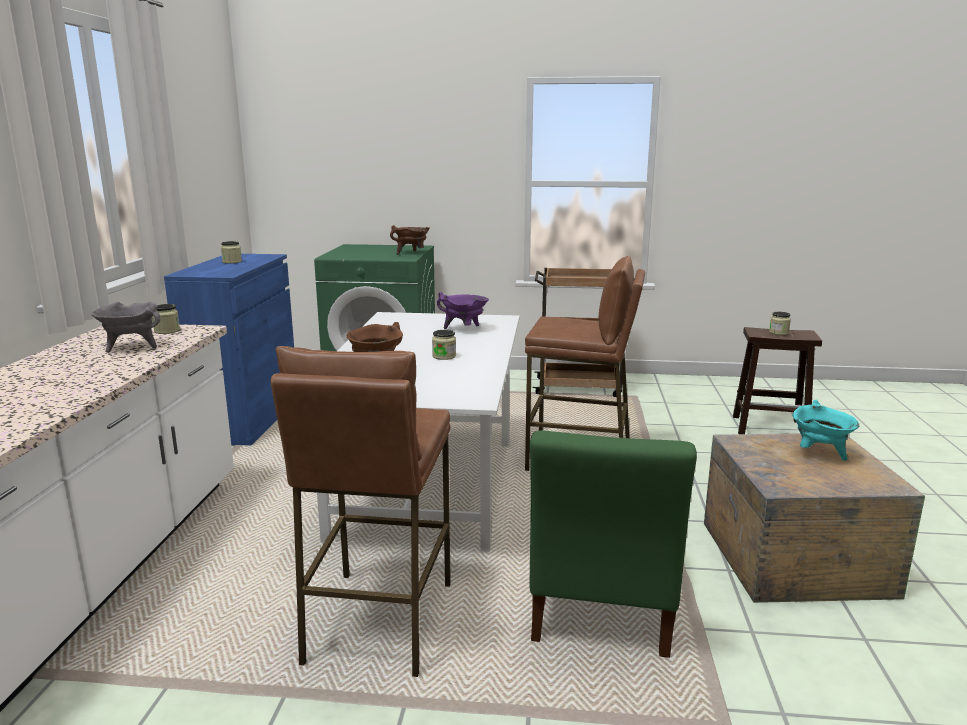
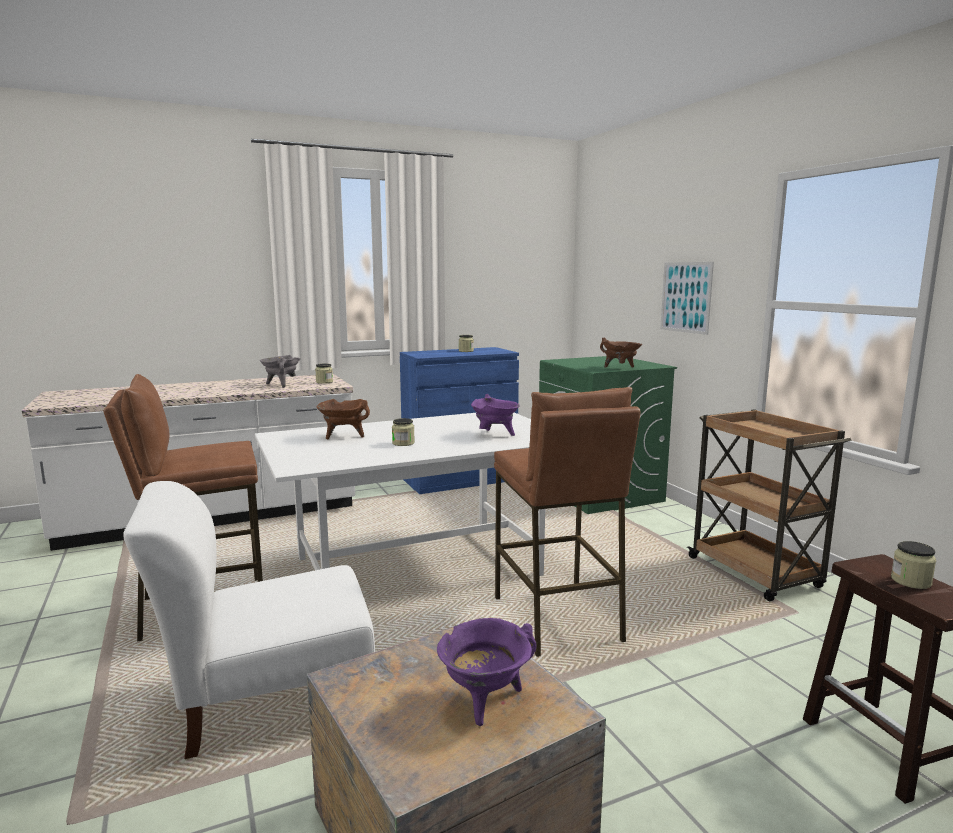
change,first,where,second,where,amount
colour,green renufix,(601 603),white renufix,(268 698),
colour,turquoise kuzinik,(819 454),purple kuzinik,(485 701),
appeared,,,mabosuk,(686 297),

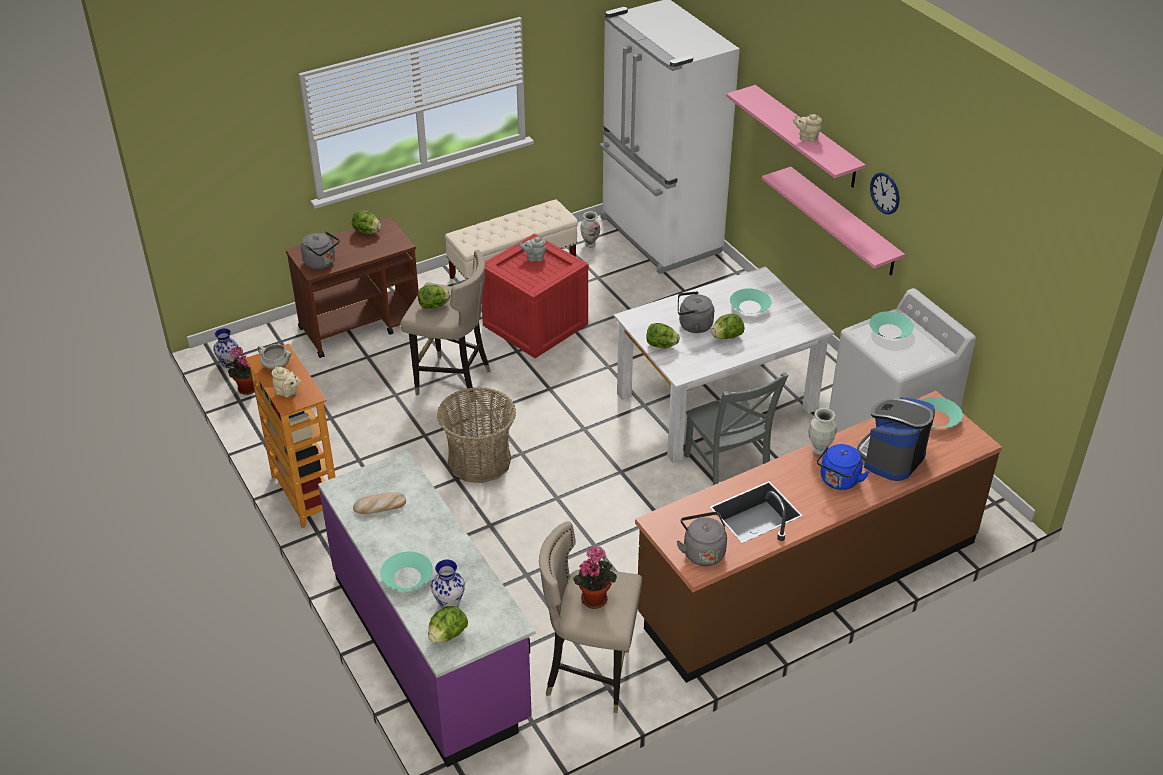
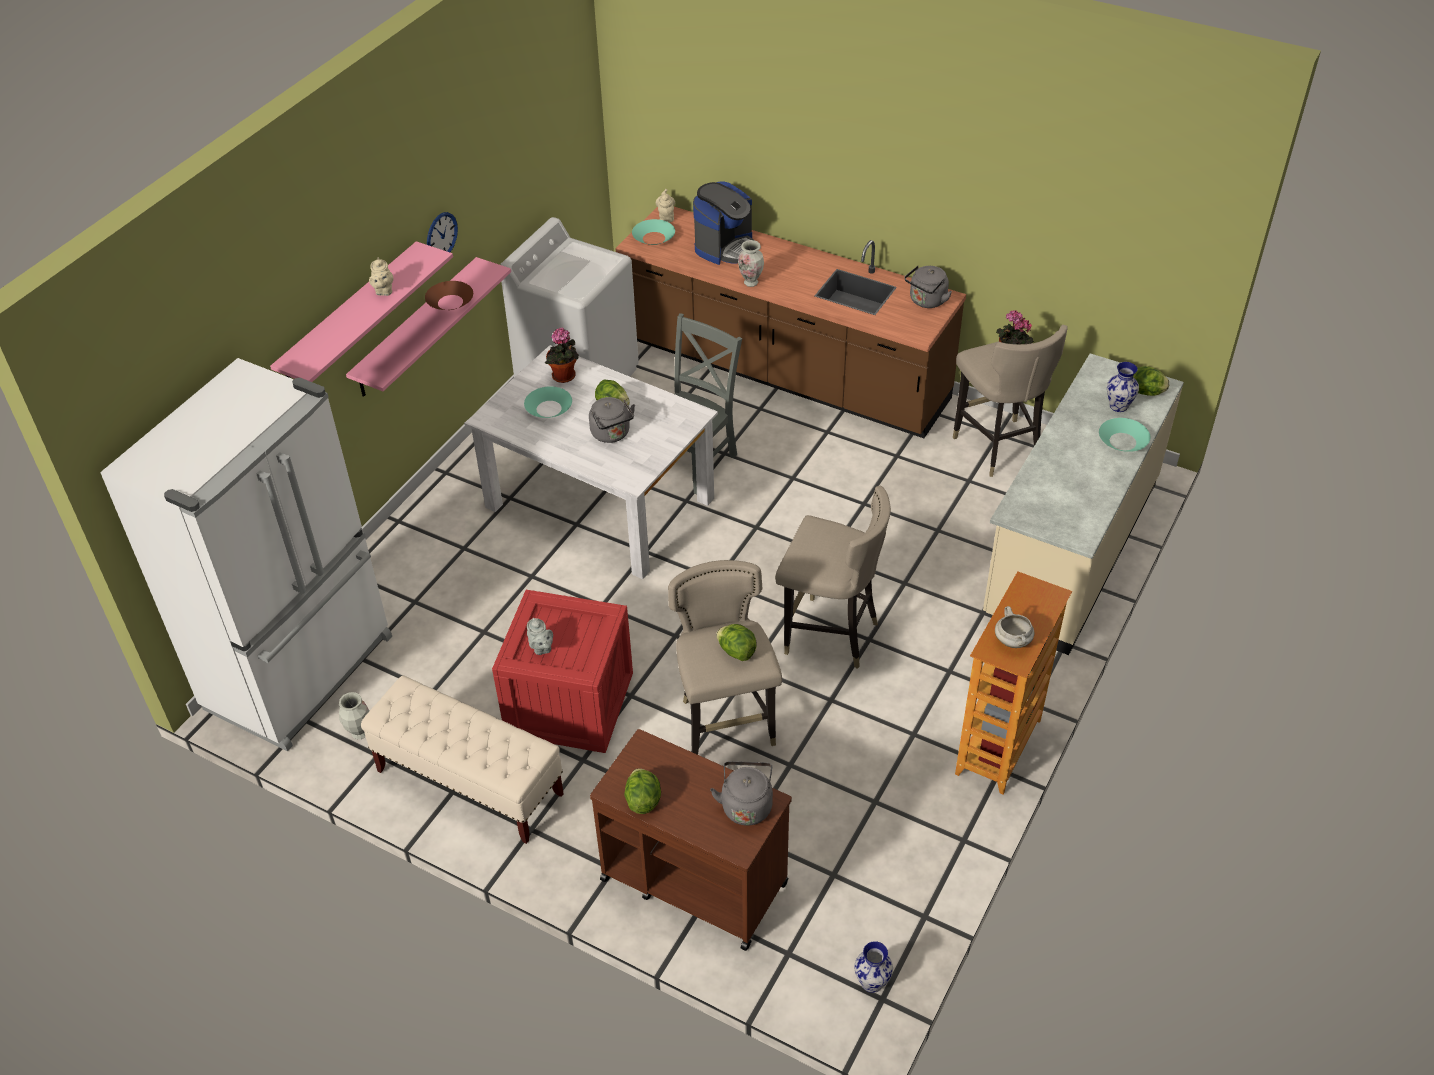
change,first,where,second,where,amount
appeared,,,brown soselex,(450 302),
relocated,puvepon,(246 388),,(564 377),
relocated,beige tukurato,(287 392),,(666 217),
spun,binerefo,(891 457),,(725 247),60 degrees counterclockwise
exchanged,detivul,(479 461),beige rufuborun,(829 635),
colour,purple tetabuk,(431 648),beige tetabuk,(1069 549),
missing,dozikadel,(379 505),,,
missing,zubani,(661 345),,,
missing,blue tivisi,(838 481),,,
missing,turquoise soselex,(890 331),,,

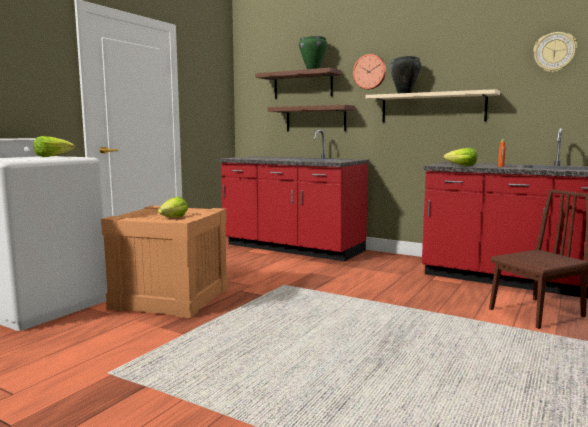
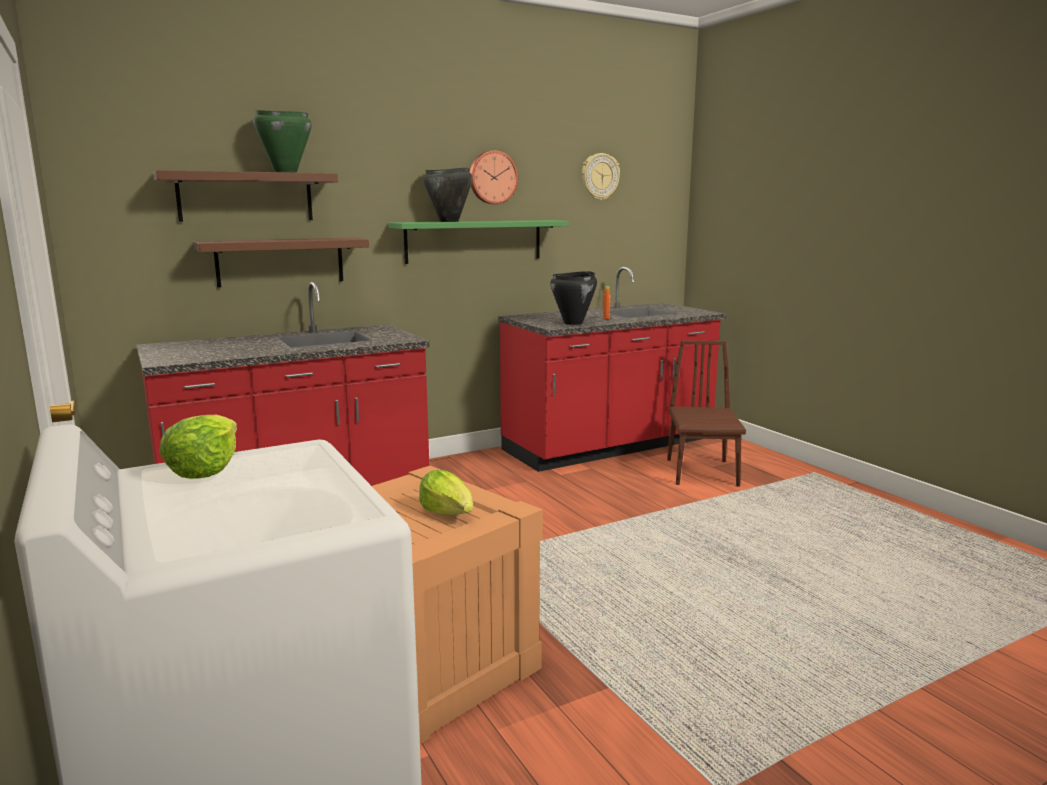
change,first,where,second,where,amount
colour,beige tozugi,(432 107),green tozugi,(474 241),
relocated,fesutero,(370 72),,(492 177),
exchanged,zubani,(461 165),black kuzinik,(573 323),

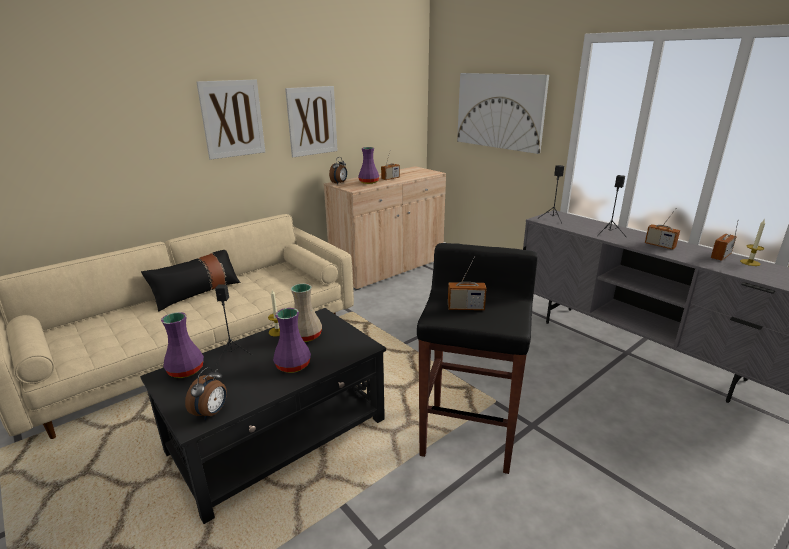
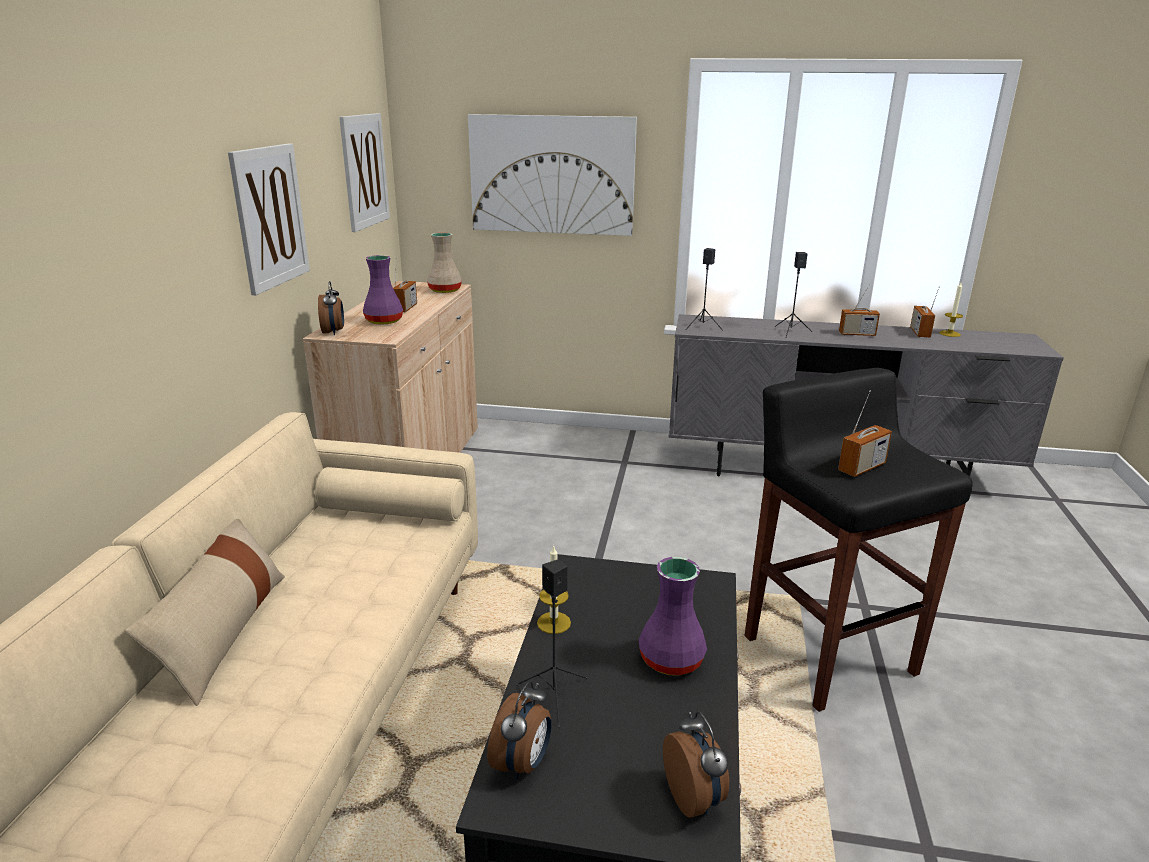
change,first,where,second,where,amount
colour,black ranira,(197 293),beige ranira,(224 632),
relocated,mabosuk,(232 119),,(364 171),
relocated,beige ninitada,(306 335),,(444 290),
exchanged,purple ninitada,(186 370),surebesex,(523 763),

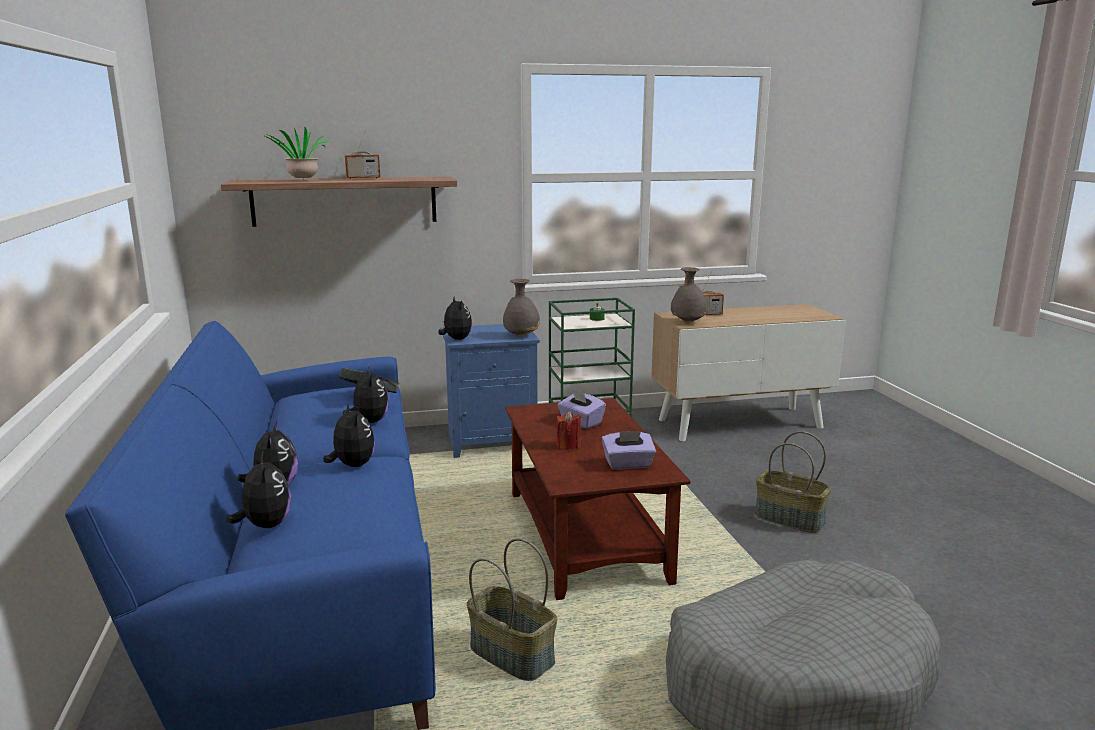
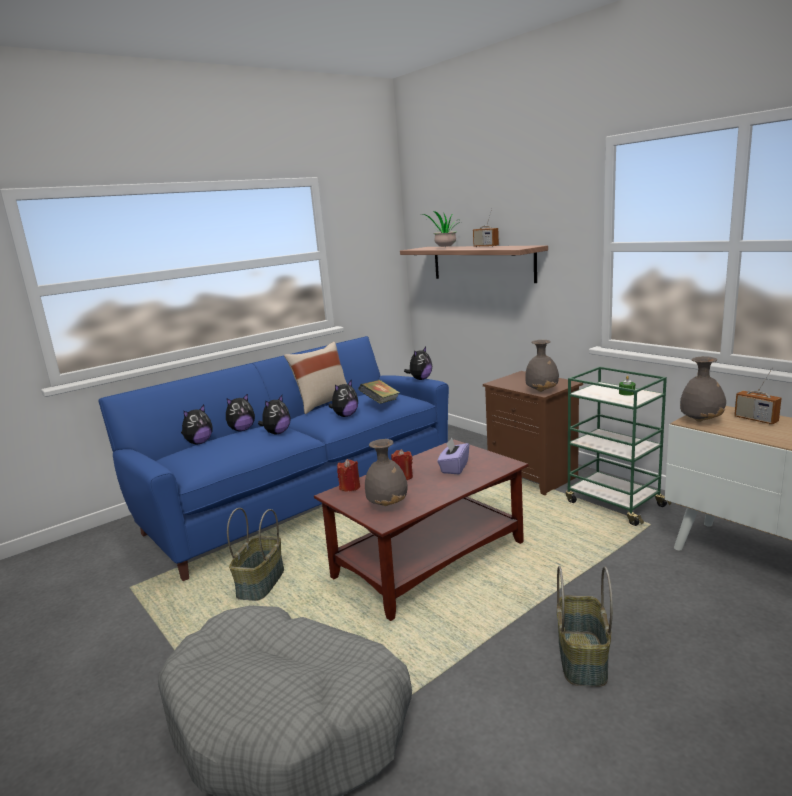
change,first,where,second,where,amount
appeared,,,beige ranira,(322 403),
appeared,,,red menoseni,(350 487),
exchanged,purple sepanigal,(628 464),grey ninitada,(388 504),
relocated,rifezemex,(456 339),,(420 379),
colour,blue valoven,(492 442),brown valoven,(535 476),

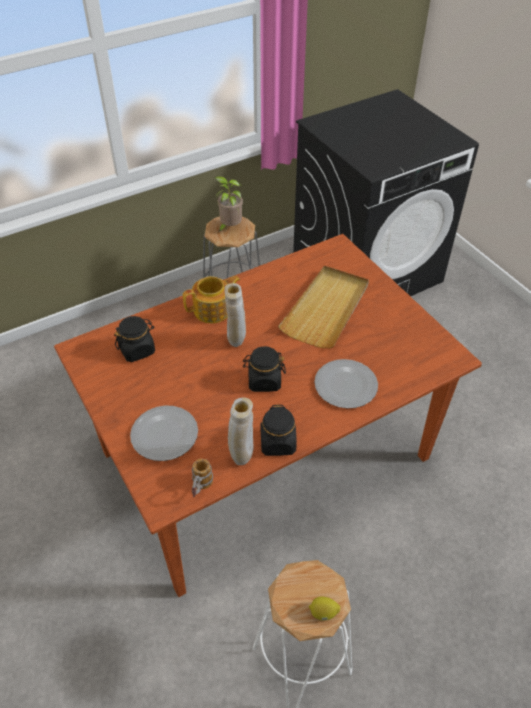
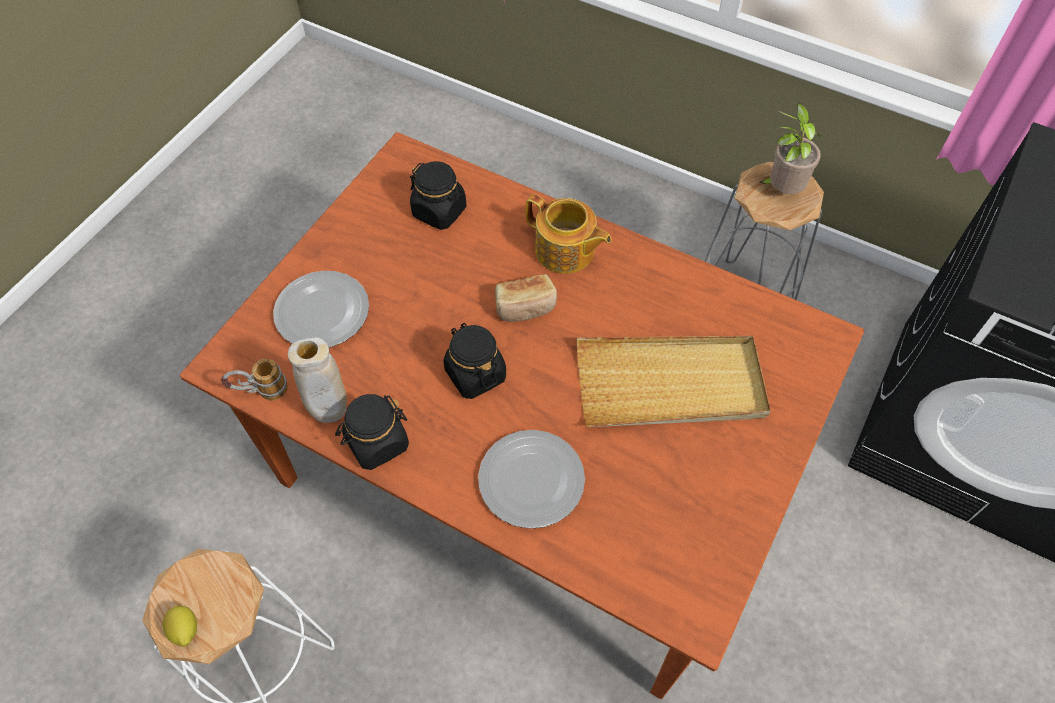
change,first,where,second,where,amount
exchanged,beige ninitada,(236 342),dozikadel,(525 307),

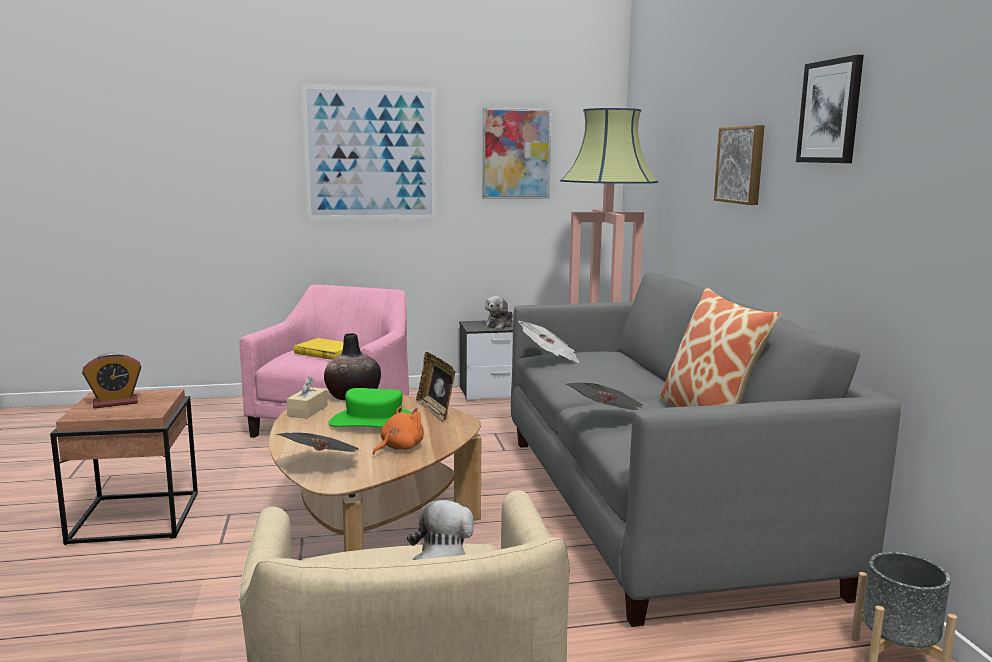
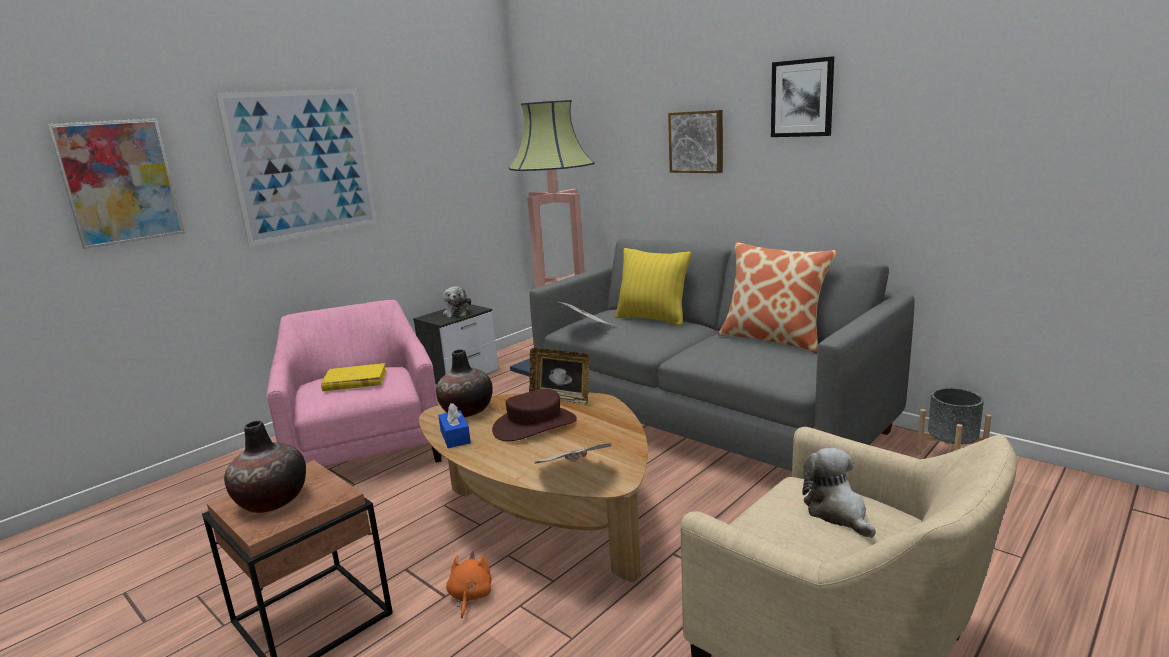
change,first,where,second,where,amount
relocated,mabosuk,(516 154),,(119 182),
exchanged,surebesex,(115 403),ninitada,(272 501),
colour,beige sepanigal,(308 411),blue sepanigal,(455 437),
relocated,orange rifezemex,(399 448),,(470 596),
colour,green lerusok,(374 423),brown lerusok,(535 425),
appeared,,,yellow ranira,(652 319),
missing,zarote,(606 418),,,

